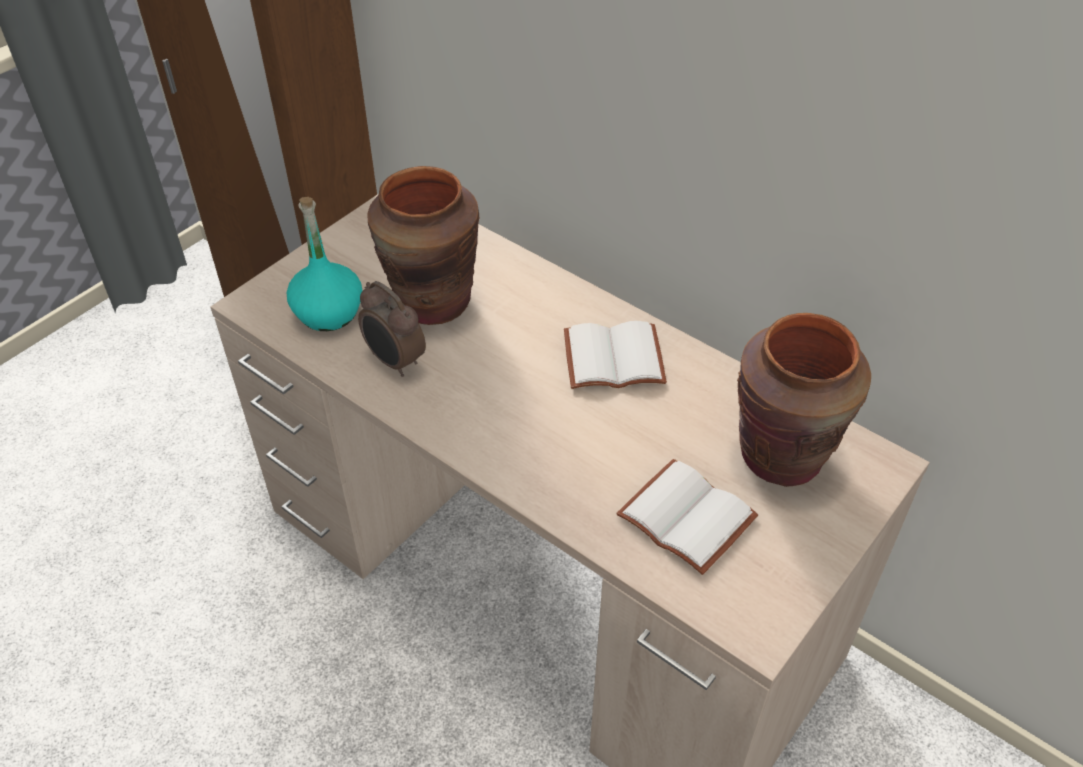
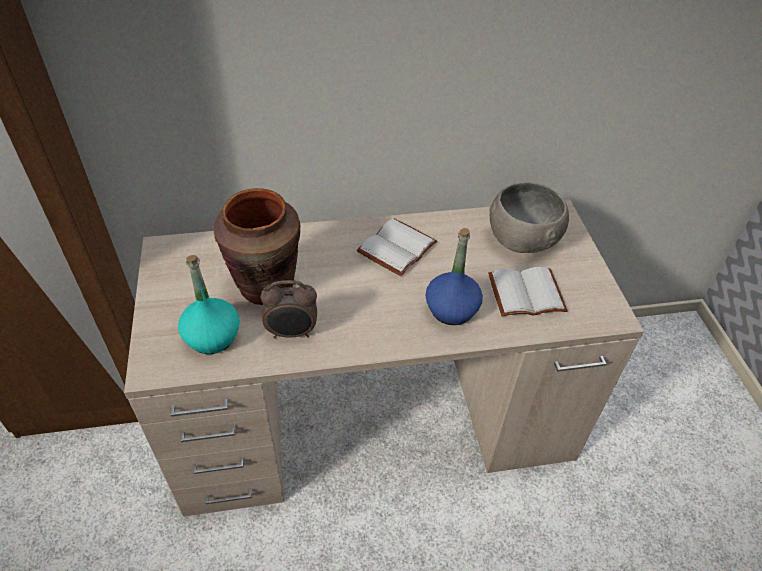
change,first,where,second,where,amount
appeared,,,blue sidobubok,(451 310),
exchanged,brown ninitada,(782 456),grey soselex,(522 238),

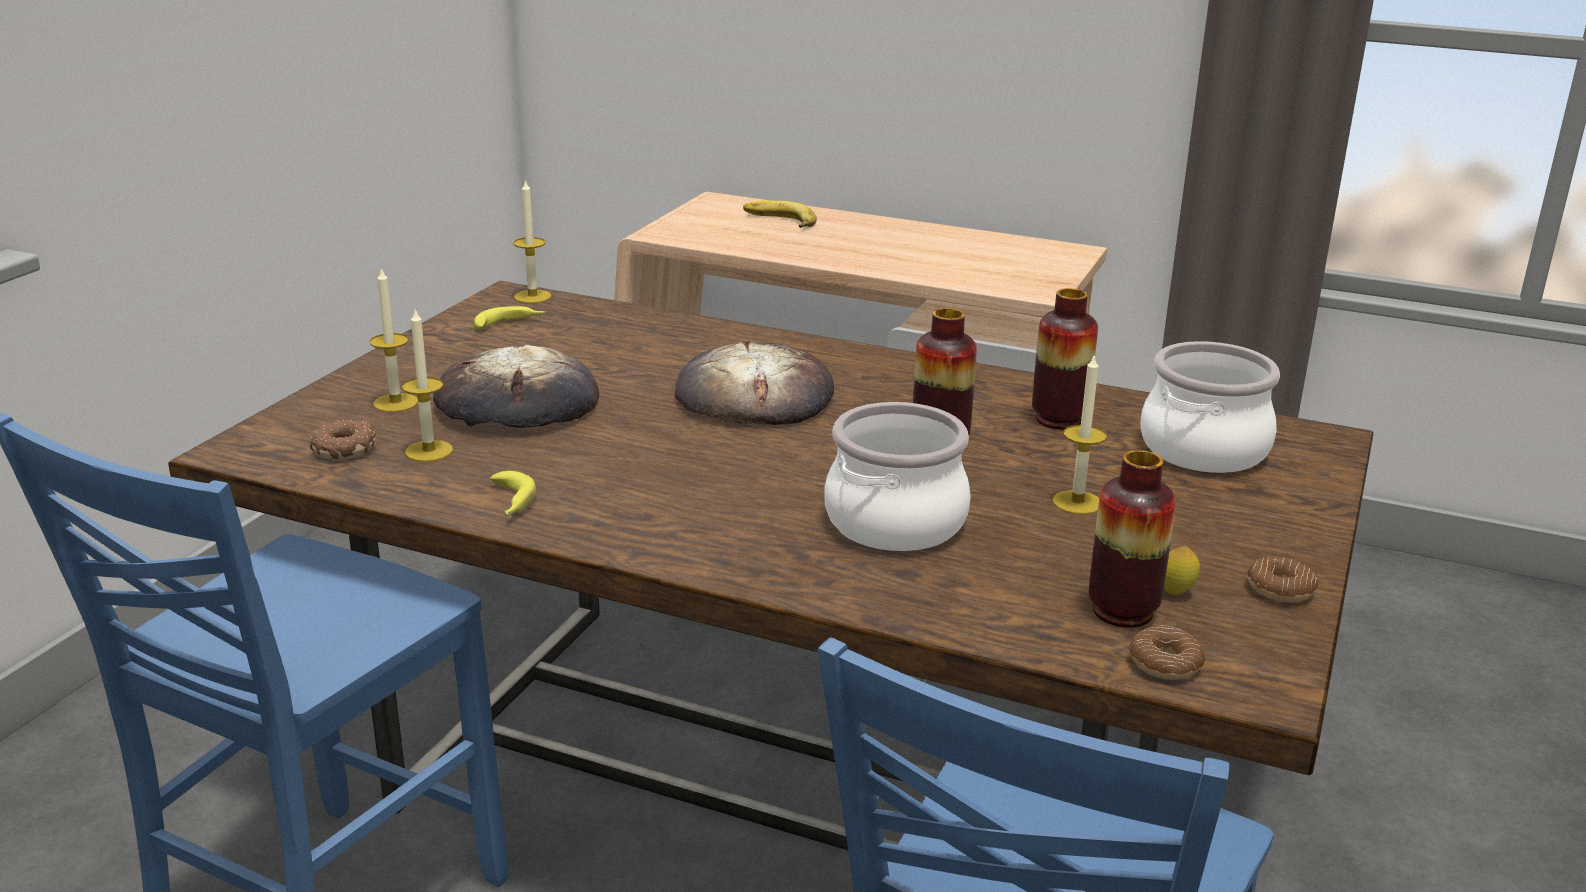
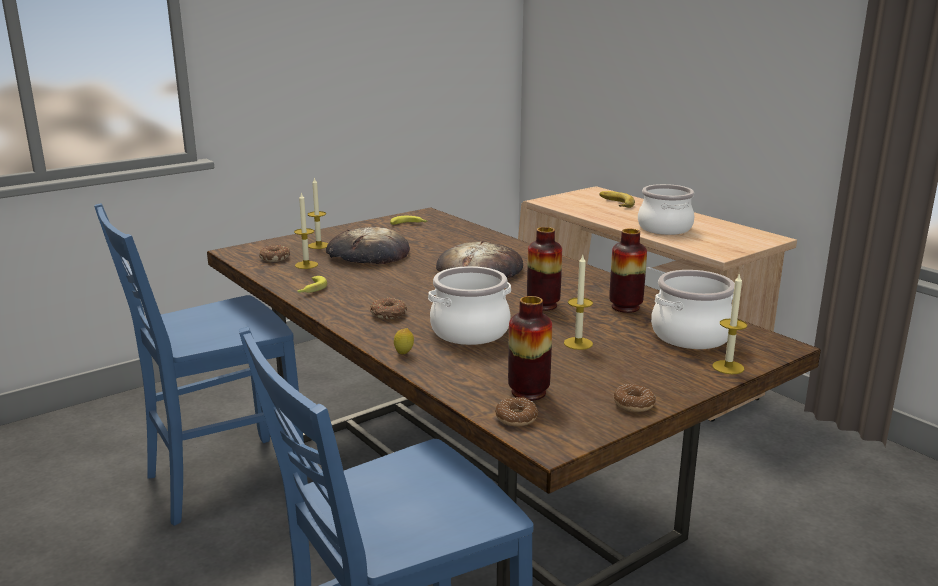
change,first,where,second,where,amount
appeared,,,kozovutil,(388 314),
relocated,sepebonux,(1176 593),,(404 354),
appeared,,,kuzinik,(665 228),
relocated,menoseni,(532 296),,(728 367),

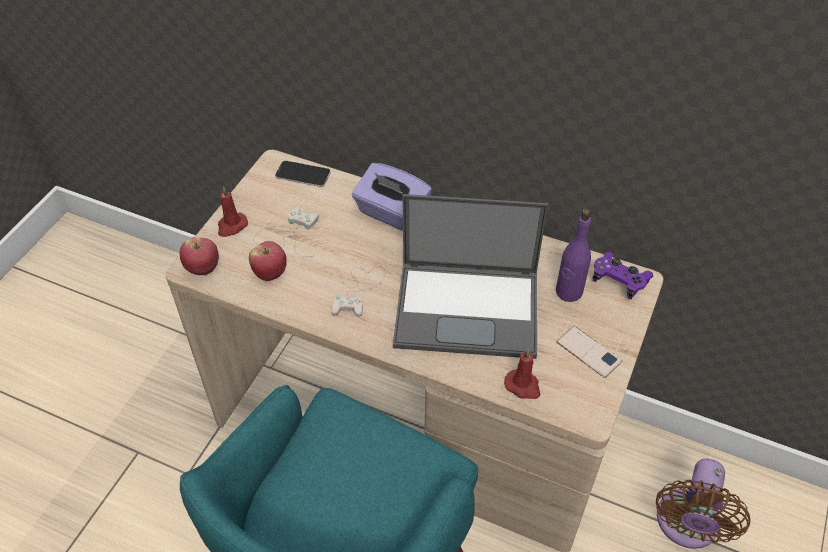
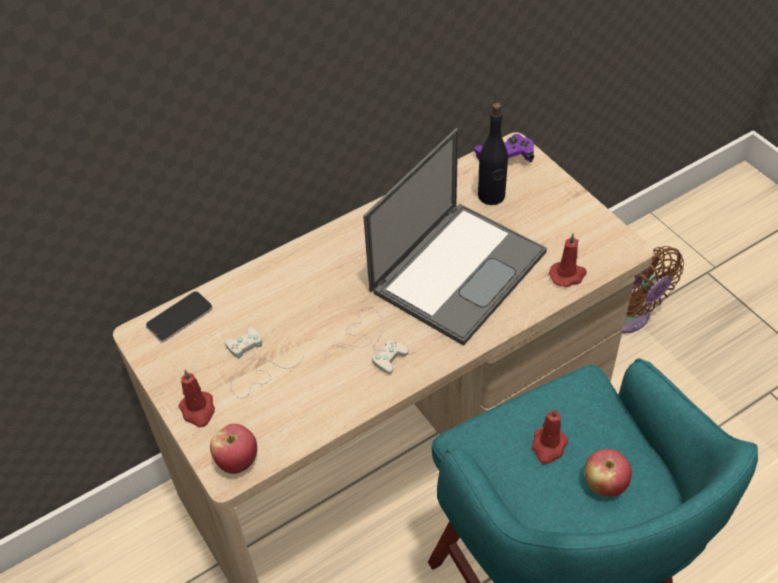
change,first,where,second,where,amount
colour,purple sidobubok,(568 292),black sidobubok,(491 196),
appeared,,,red menoseni,(548 446),
relocated,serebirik,(270 273),,(604 484),
missing,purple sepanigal,(391 213),,,
missing,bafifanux,(588 352),,,

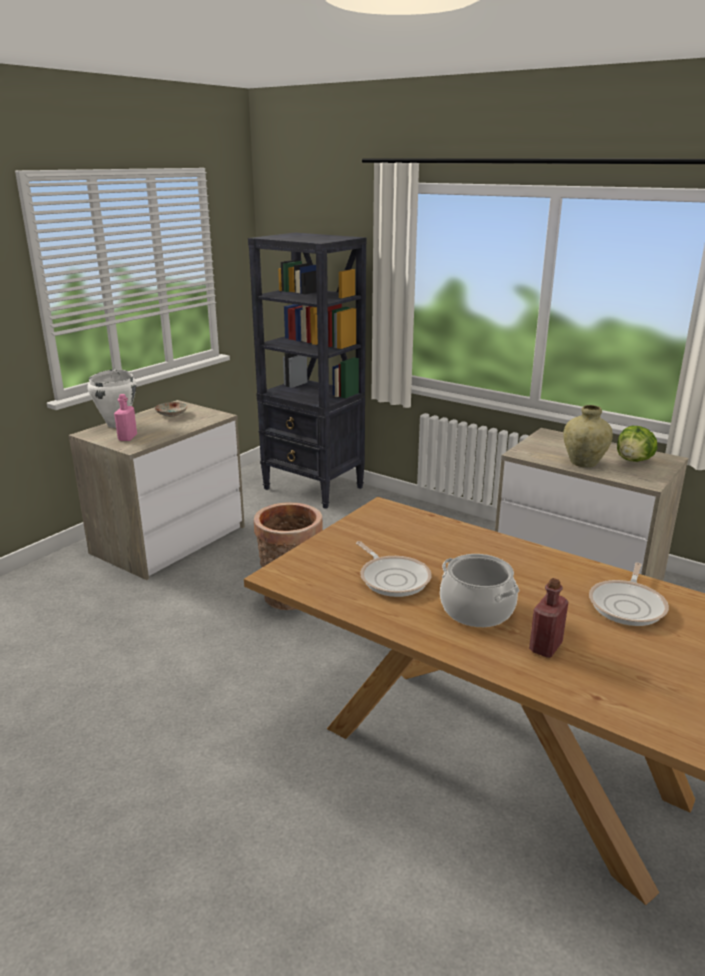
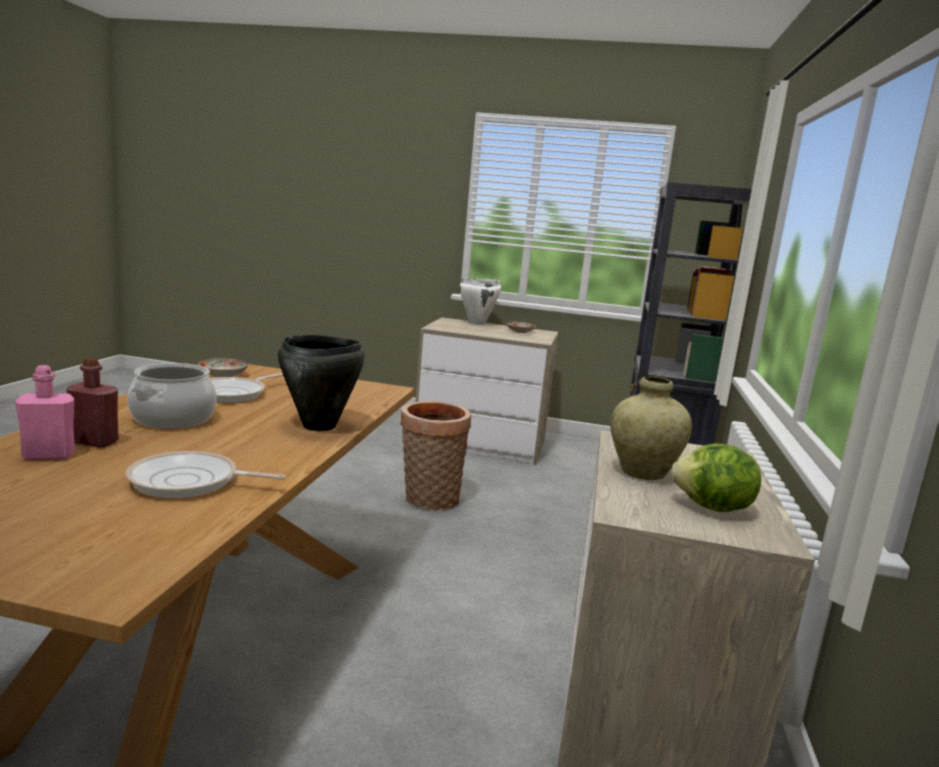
change,first,where,second,where,amount
relocated,pink sidobubok,(127 437),,(48 455),
appeared,,,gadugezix,(224 375),
appeared,,,black kuzinik,(319 426),

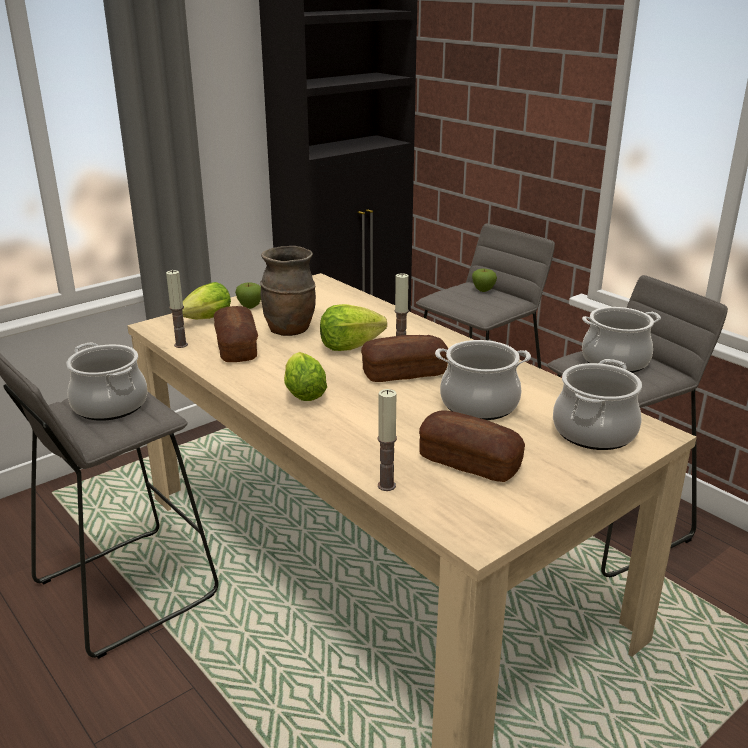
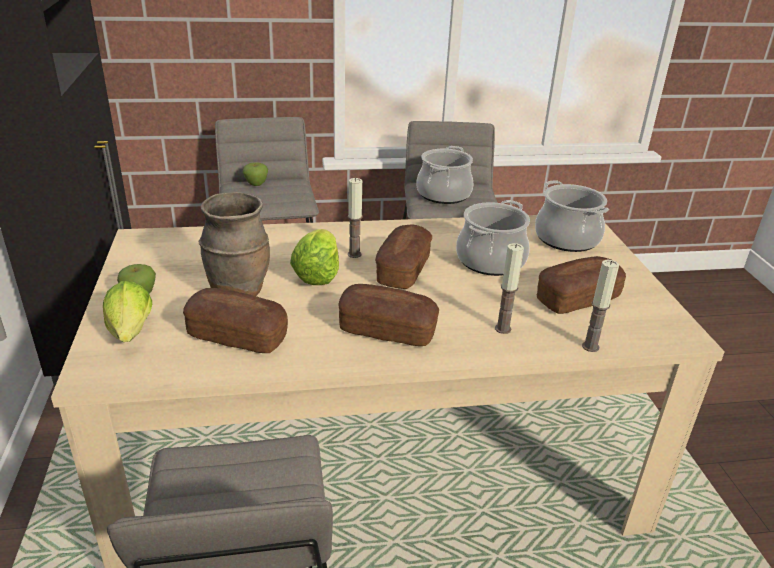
change,first,where,second,where,amount
exchanged,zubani,(303 392),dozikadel,(387 330),
relocated,menoseni,(181 345),,(502 329),
missing,kuzinik,(109 405),,,

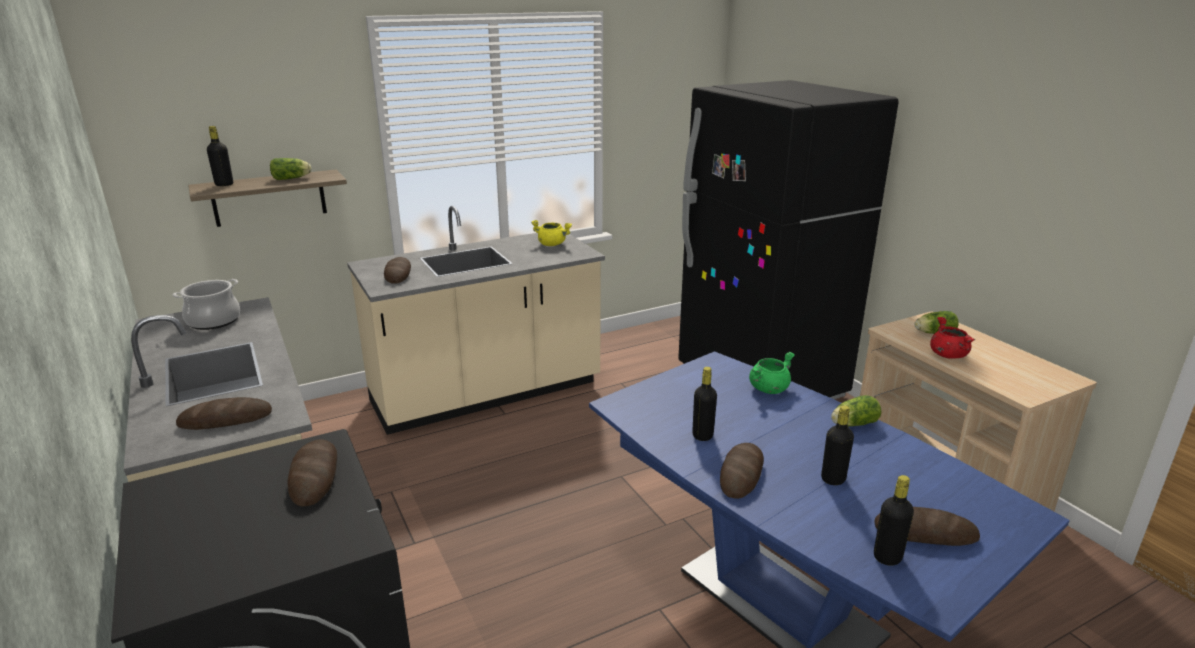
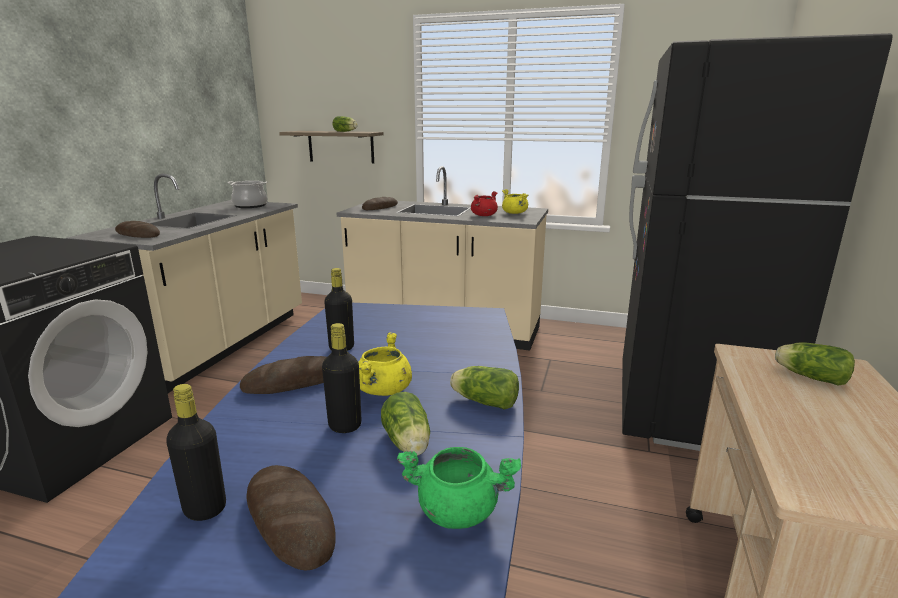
change,first,where,second,where,amount
appeared,,,yellow kuzinik,(383 390),
appeared,,,zubani,(408 444),
relocated,green kuzinik,(768 389),,(458 510),
relocated,red kuzinik,(947 355),,(484 215),
missing,black sidobubok,(224 184),,,
missing,dozikadel,(314 477),,,

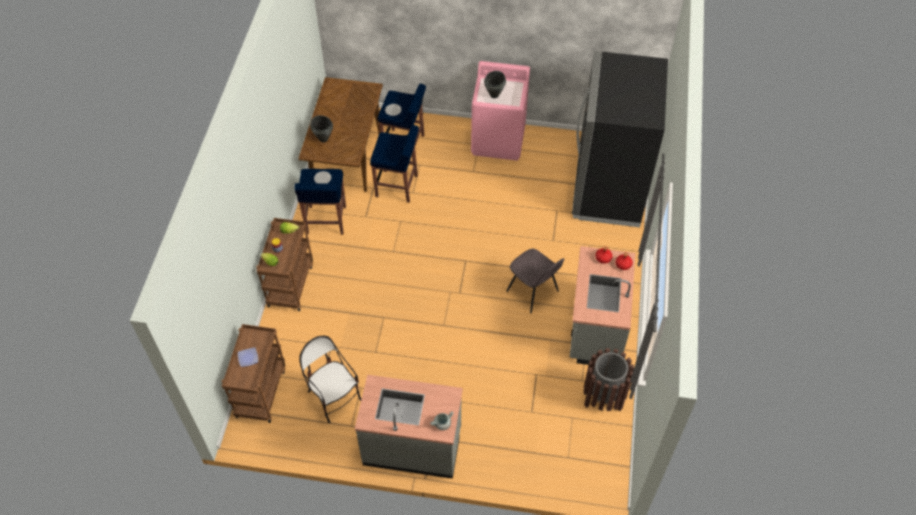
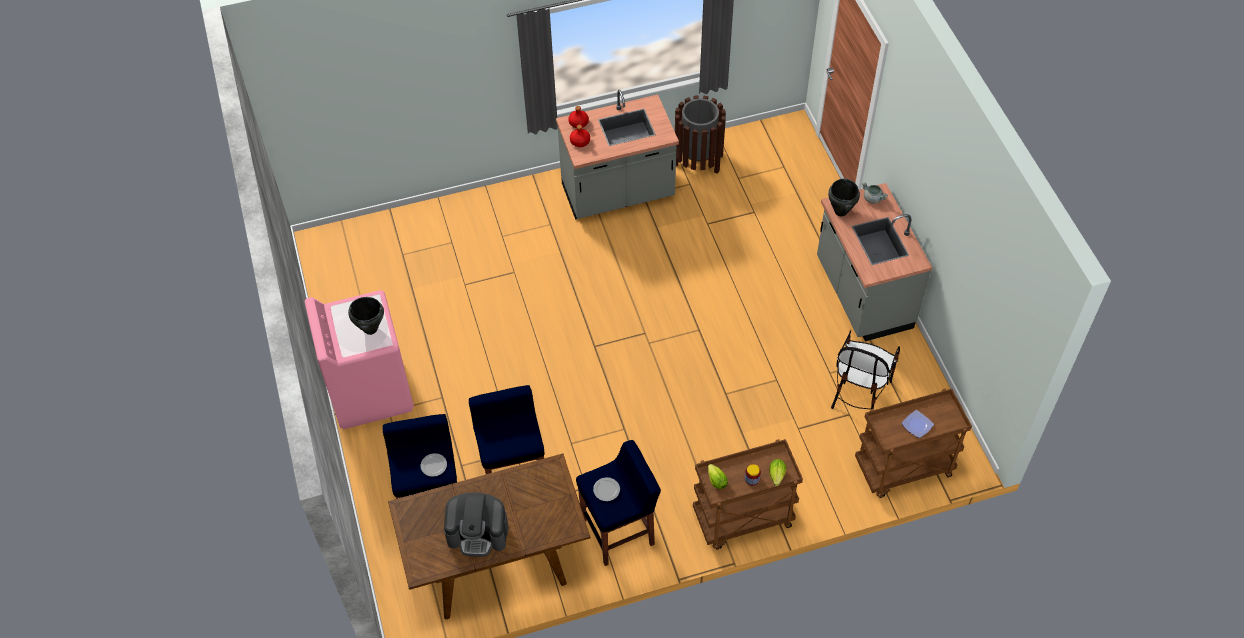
change,first,where,second,where,amount
appeared,,,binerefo,(478 533),
relocated,black kuzinik,(323 139),,(840 211),
missing,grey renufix,(533 292),,,
missing,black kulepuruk,(607 188),,,

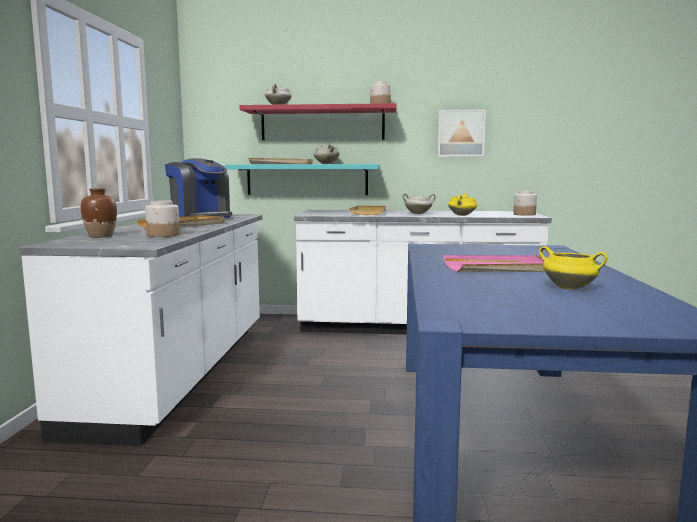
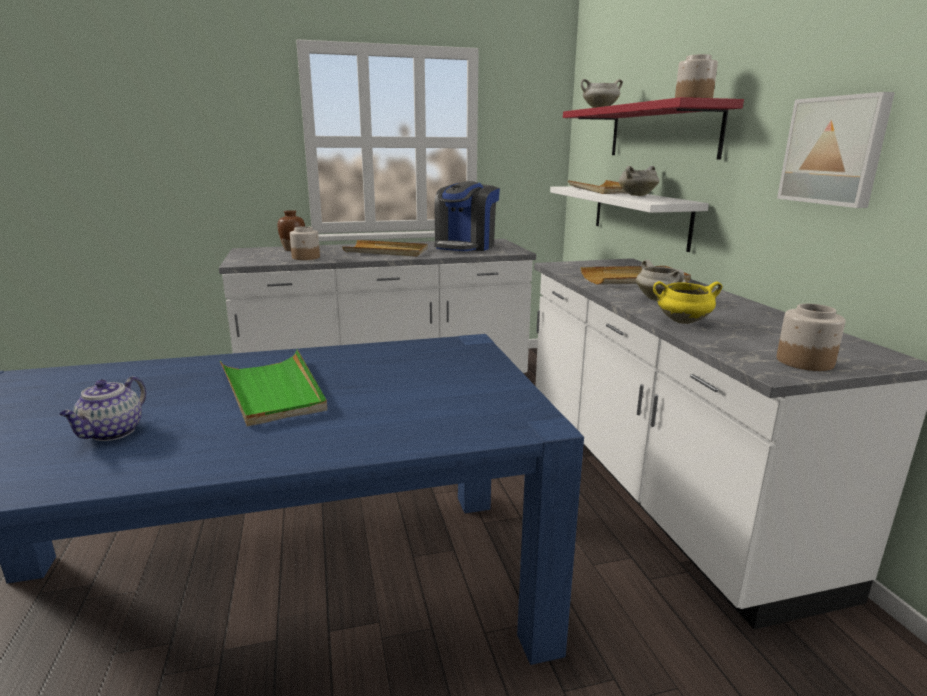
change,first,where,second,where,amount
exchanged,yellow kuzinik,(570 288),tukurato,(112 433),
colour,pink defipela,(500 268),green defipela,(273 391),
colour,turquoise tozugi,(307 179),white tozugi,(639 215),

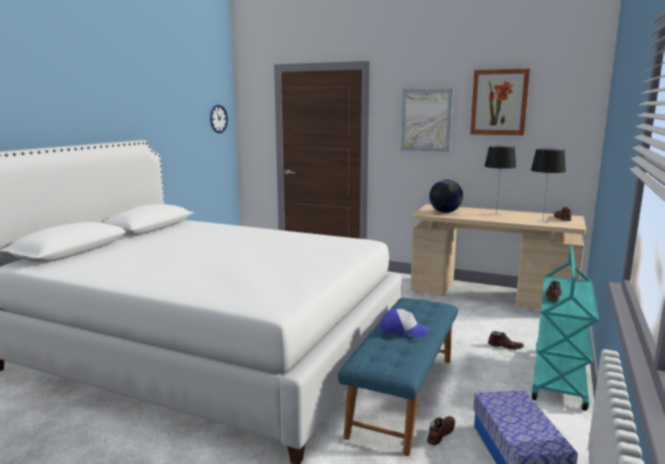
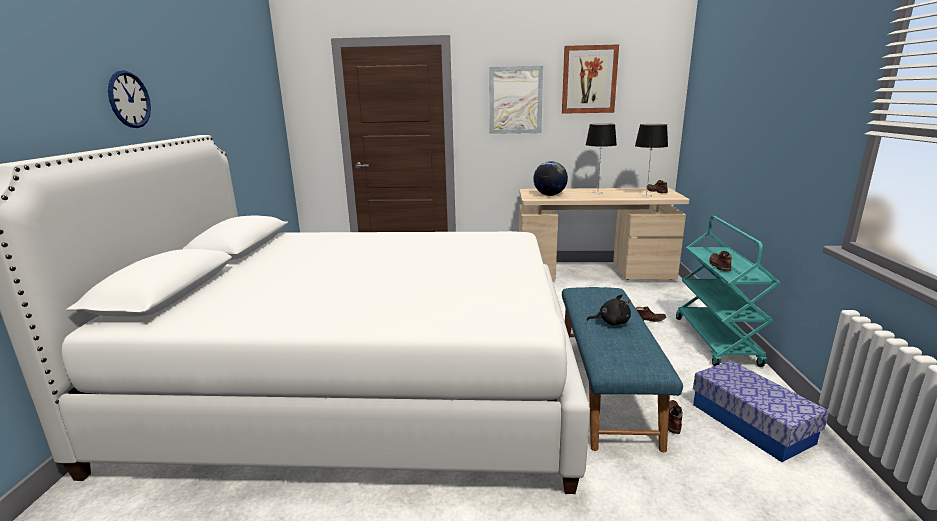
change,first,where,second,where,amount
relocated,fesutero,(218 119),,(129 99),
exchanged,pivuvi,(403 330),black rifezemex,(611 322),

